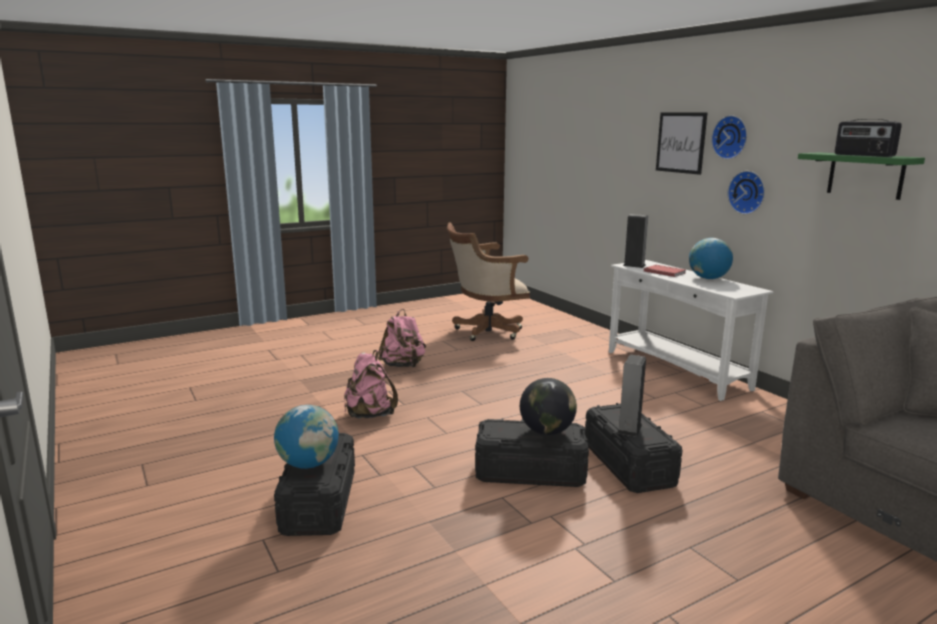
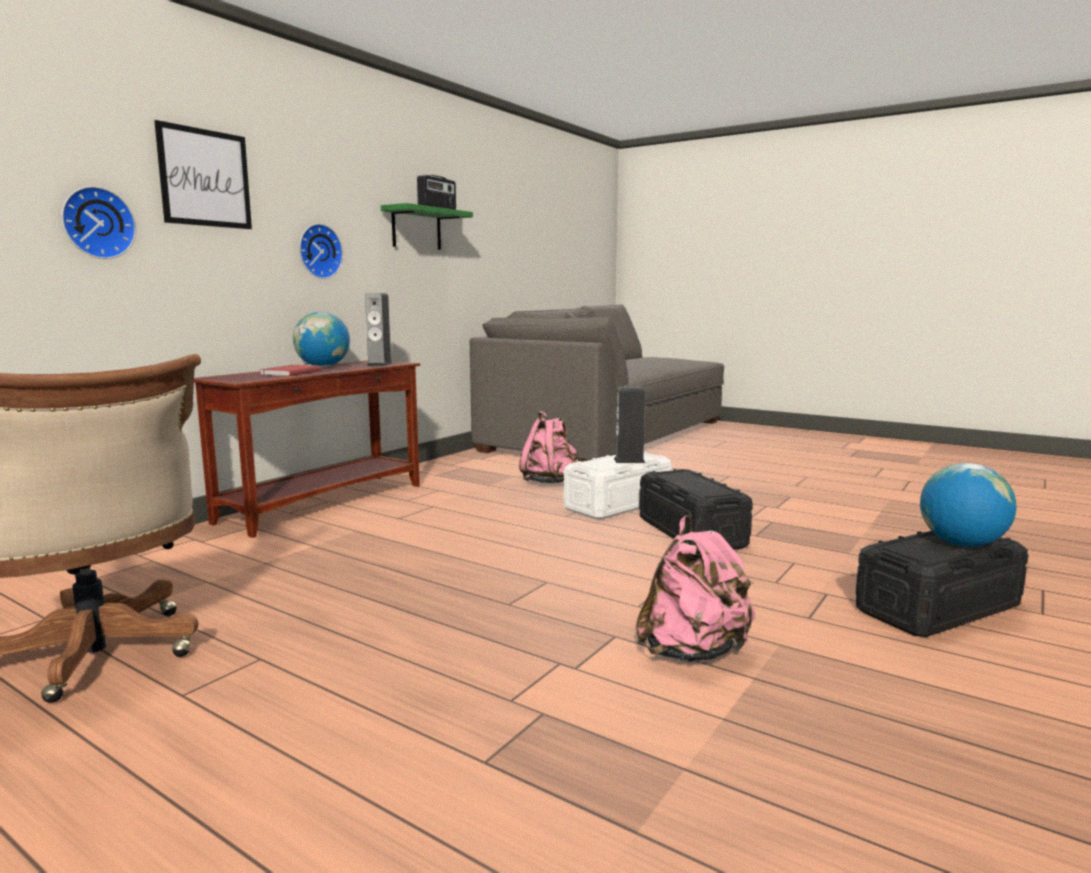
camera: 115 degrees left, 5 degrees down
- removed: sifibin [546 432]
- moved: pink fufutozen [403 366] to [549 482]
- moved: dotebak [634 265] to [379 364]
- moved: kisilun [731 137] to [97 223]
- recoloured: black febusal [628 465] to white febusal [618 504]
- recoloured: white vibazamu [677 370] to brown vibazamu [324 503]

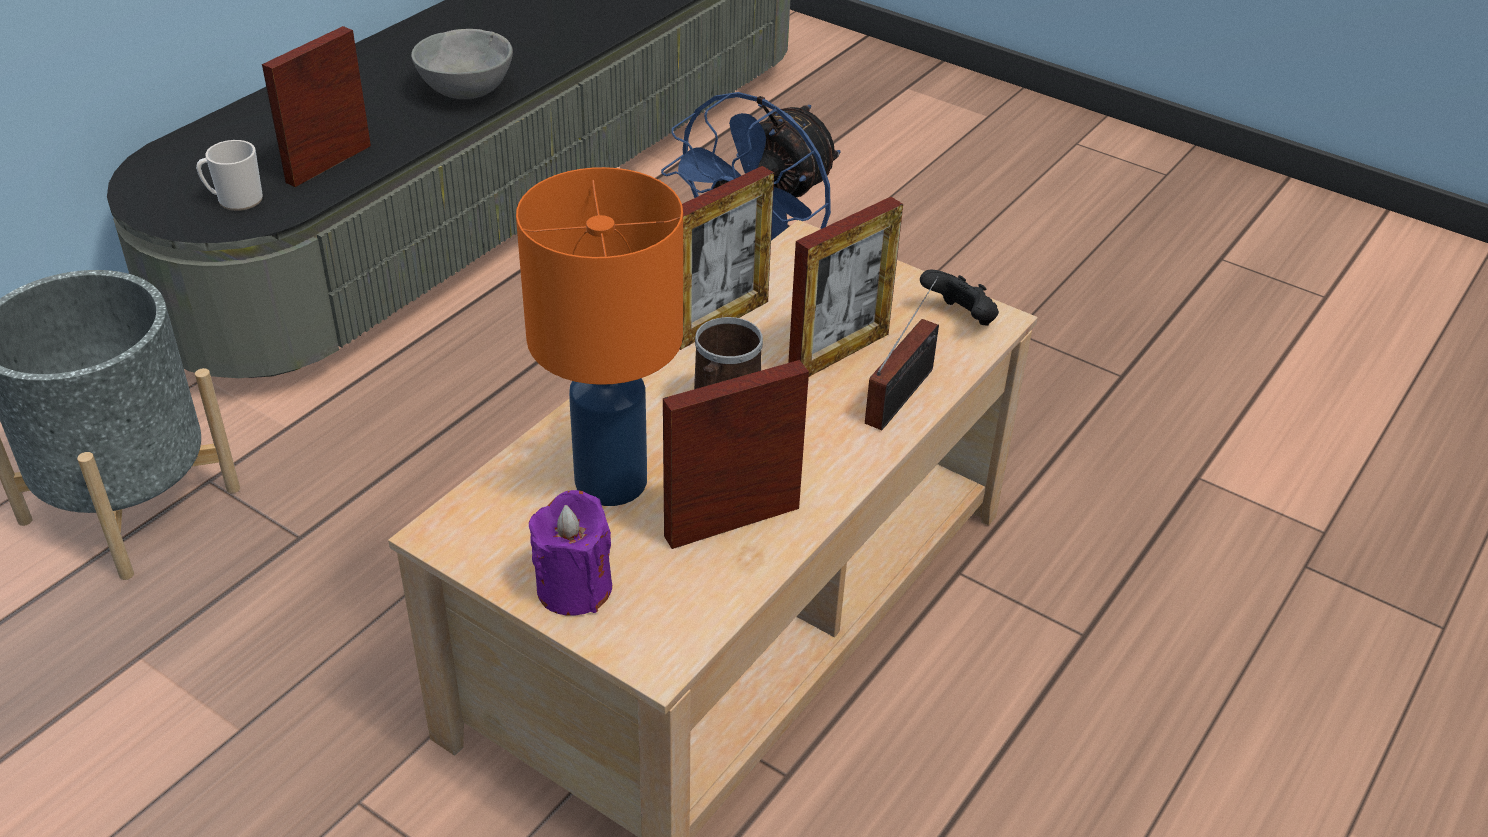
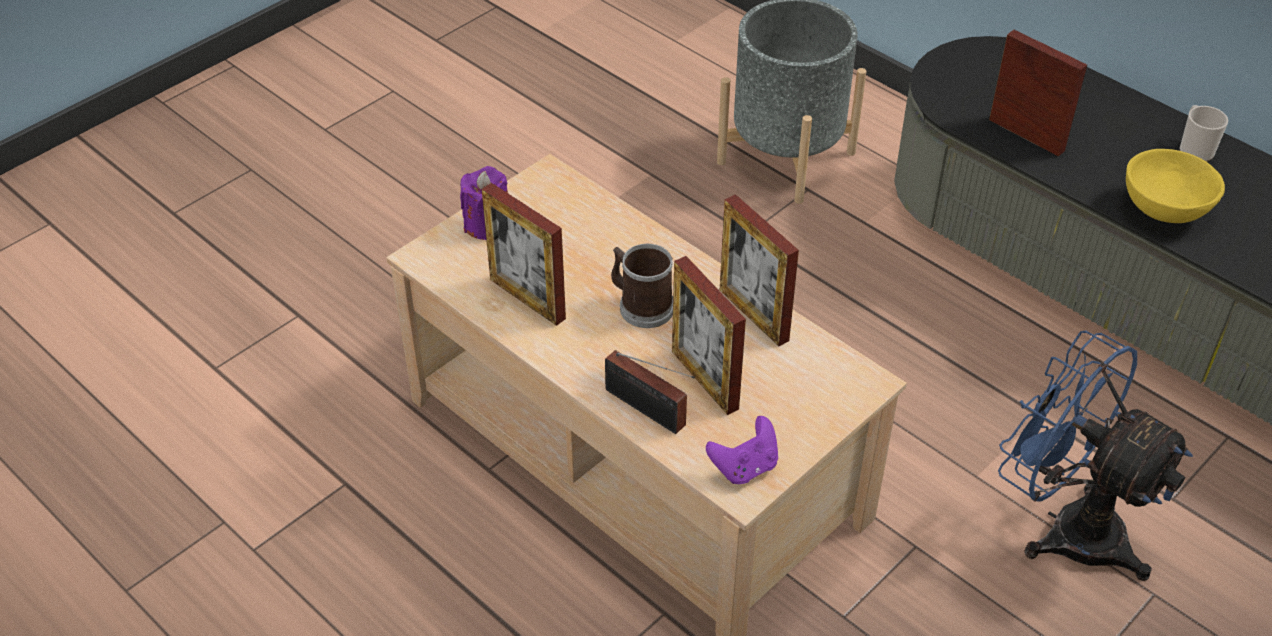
camera: 100 degrees right, 5 degrees up
- removed: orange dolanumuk [609 483]
- moved: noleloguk [235 200] to [1194 149]
- recoloured: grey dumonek [464 92] to yellow dumonek [1164 209]
- recoloured: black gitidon [960 319] to purple gitidon [744 467]
- turned: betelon [732 522] = [527 299] 150 degrees clockwise

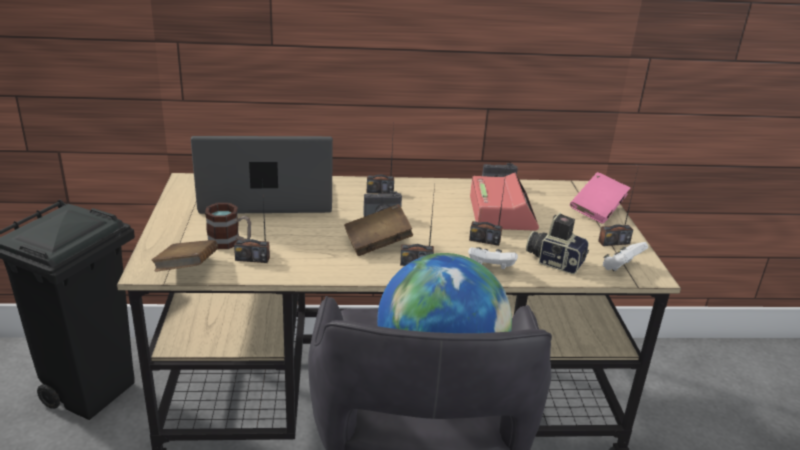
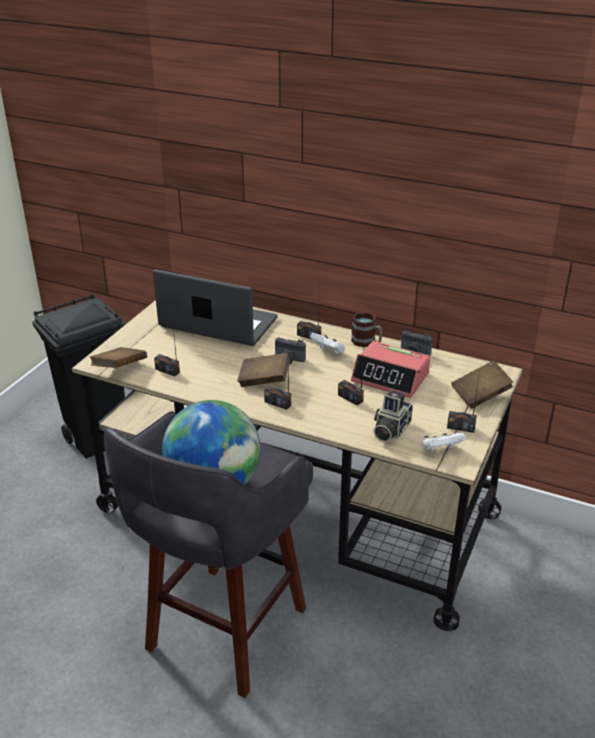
camera: 30 degrees right, 5 degrees up
- moved: noleloguk [230 243] to [367 342]
- moved: white gitidon [491 268] to [328 351]
- recoloured: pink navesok [597 210] to brown navesok [480 395]
- turned: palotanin [502 213] = [390 378] 90 degrees clockwise
- turned: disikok [554 261] = [389 430] 120 degrees counterclockwise

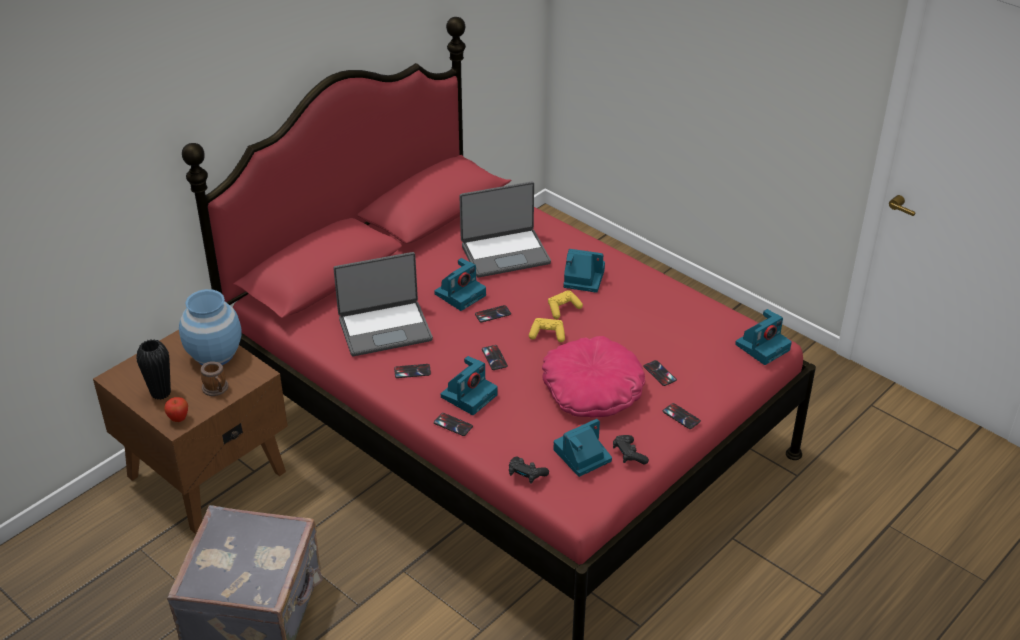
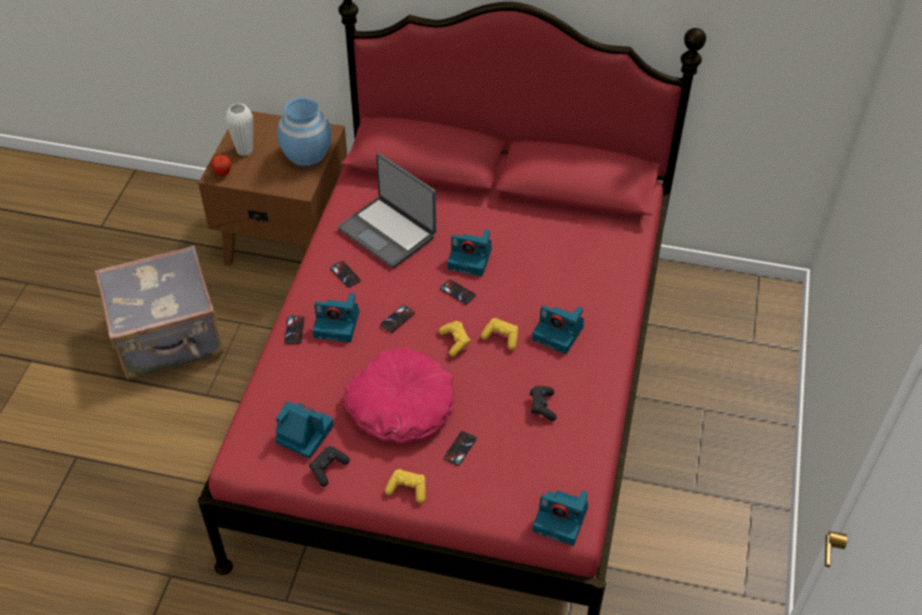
camera: 60 degrees right, 10 degrees up
- removed: noleloguk [216 389]
- removed: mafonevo [505 253]
- moved: black gitidon [526 474] to [542 406]
- replaced: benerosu [681 416] to yellow gitidon [407 489]
- recoloured: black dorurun [161 393] to white dorurun [245 150]
- turned: disikok [582 278] = [559 333] 135 degrees clockwise

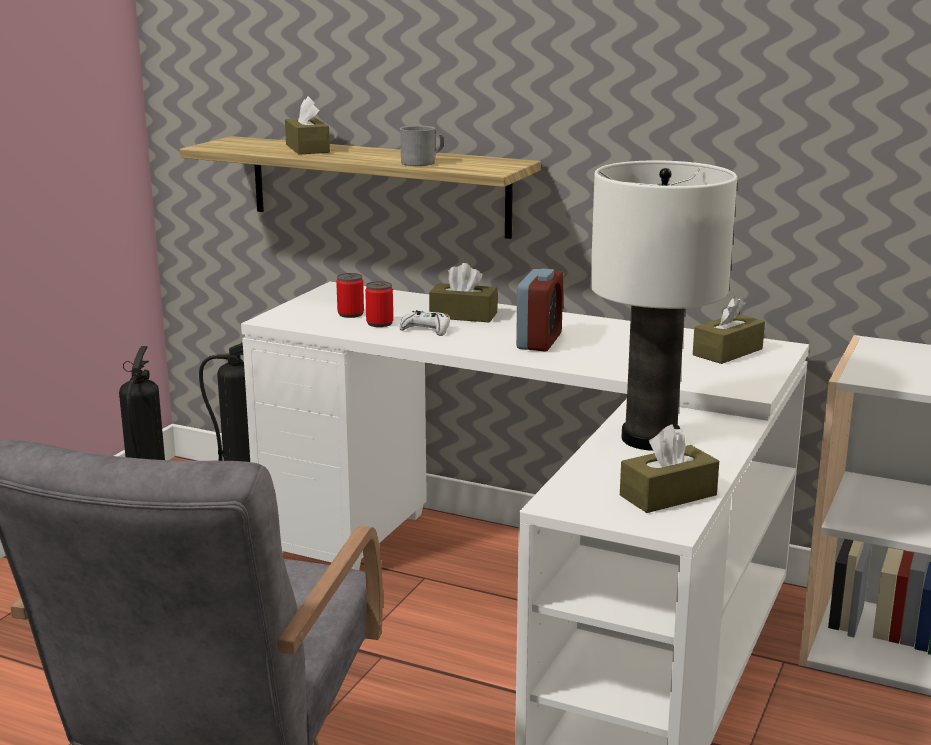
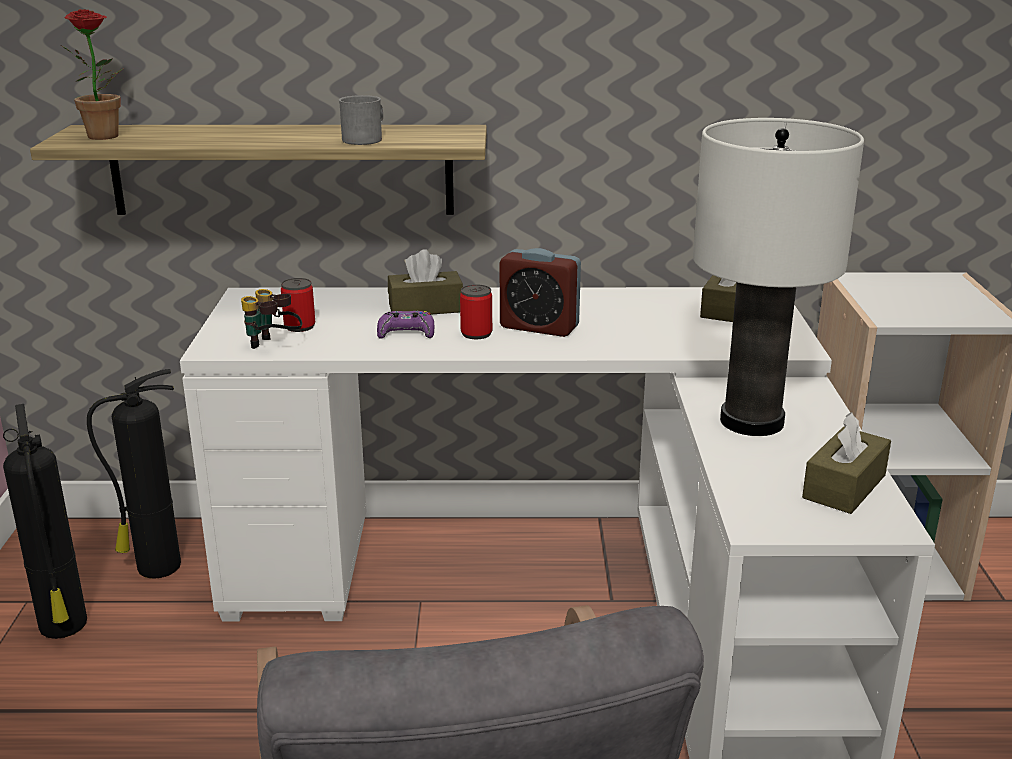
camera: 25 degrees left, 5 degrees up
- removed: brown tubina [307 148]
- added: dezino [107 137]
- added: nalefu [273 346]
- moved: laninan [379 323] to [476 334]
- recoloured: white gitidon [426 330] to purple gitidon [406 333]
- turned: palotanin [539 341] = [539 327] 120 degrees clockwise

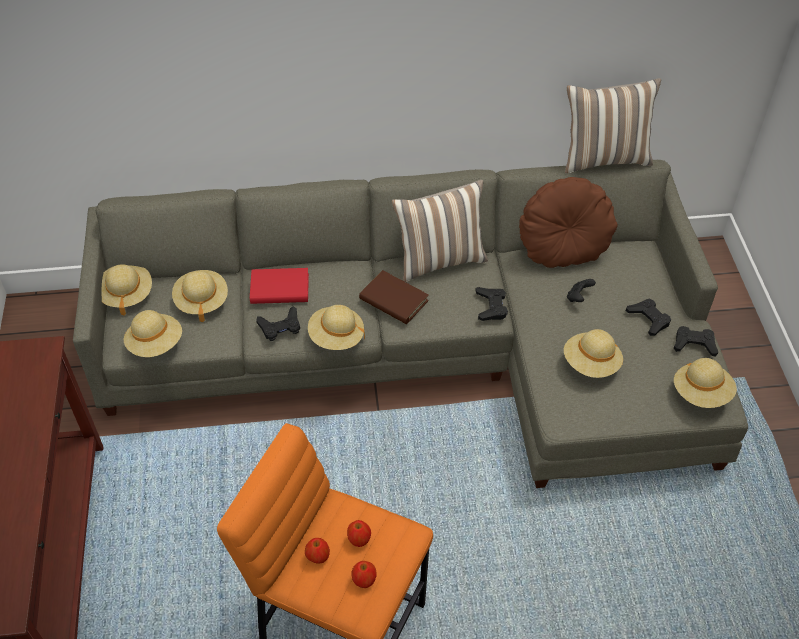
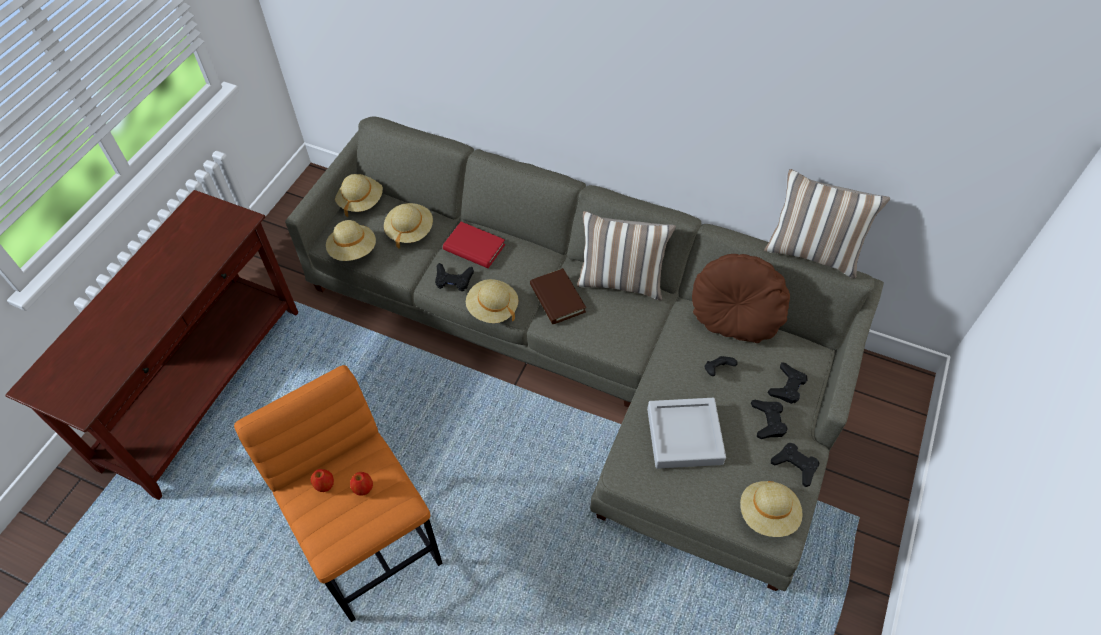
camera: 30 degrees right, 5 degrees up
- removed: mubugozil [364 580]
- moved: black gitidon [491 306] to [787 386]
- replaced: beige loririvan [591 364] to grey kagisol [684 436]

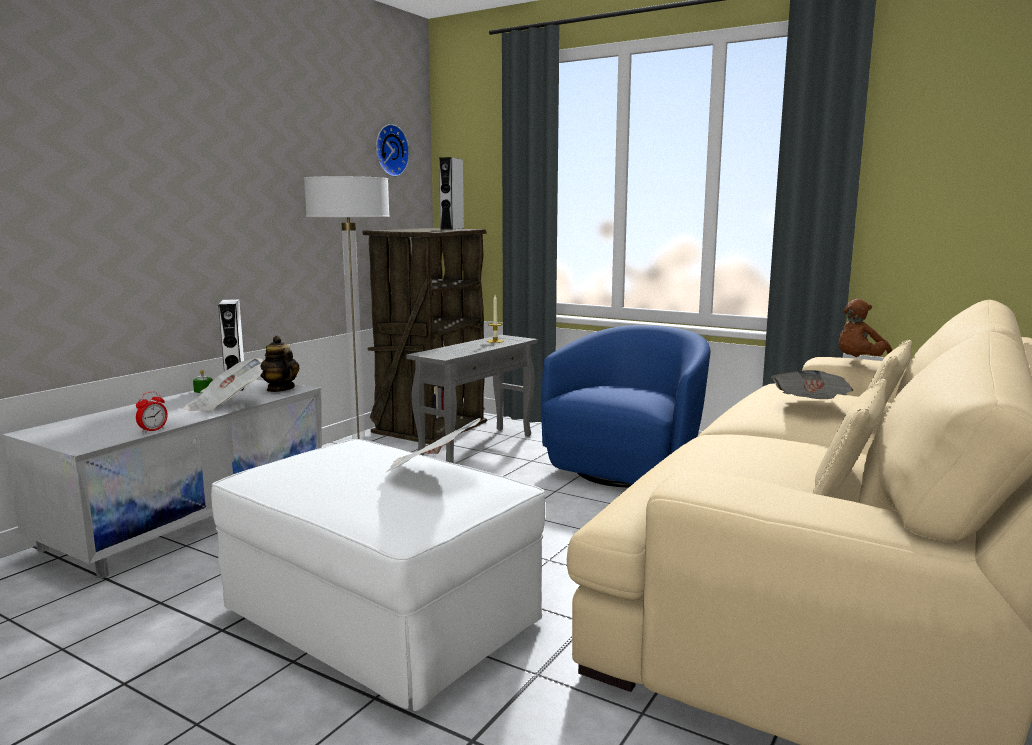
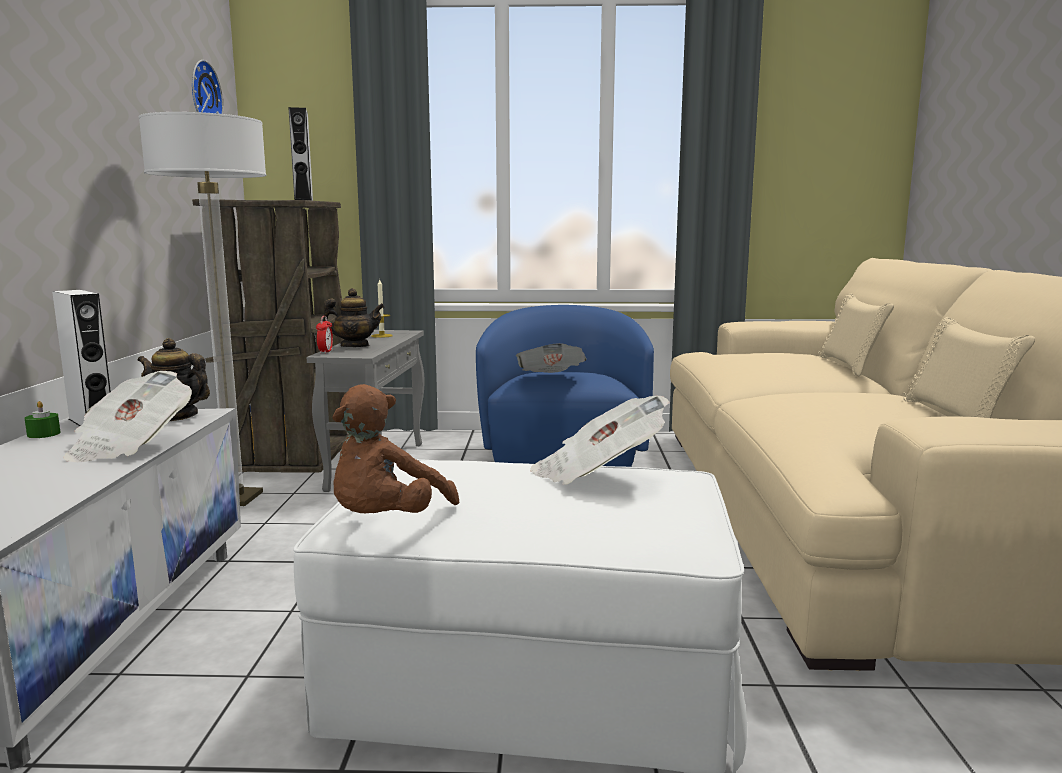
camera: 30 degrees left, 0 degrees up
- added: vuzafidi [354 346]
- moved: palotanin [153 430] to [325 352]
- moved: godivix [810 406] to [551 379]
- moved: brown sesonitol [859 363] to [387 521]

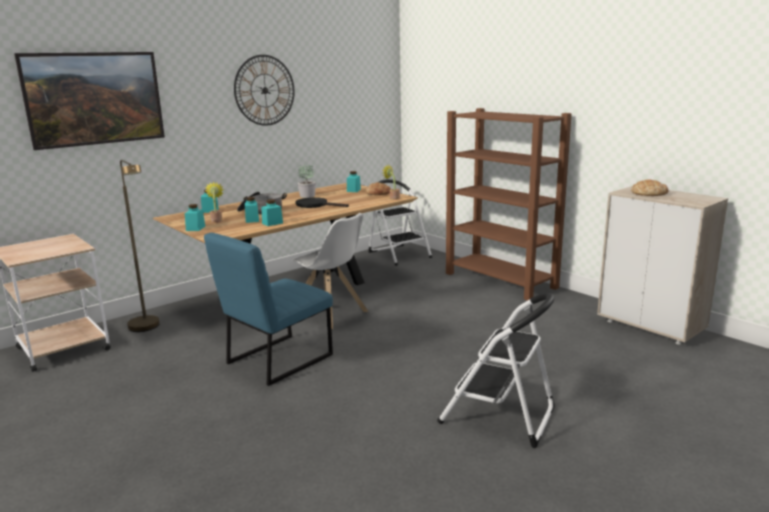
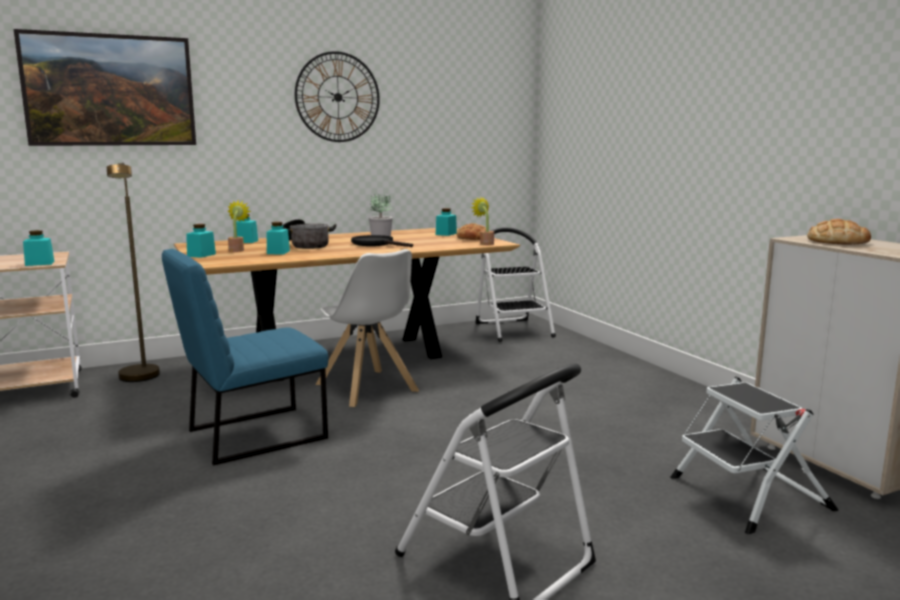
camera: 15 degrees right, 5 degrees down
- removed: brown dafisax [500 280]
- added: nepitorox [750 495]
- moved: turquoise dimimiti [272 223] to [40 263]

